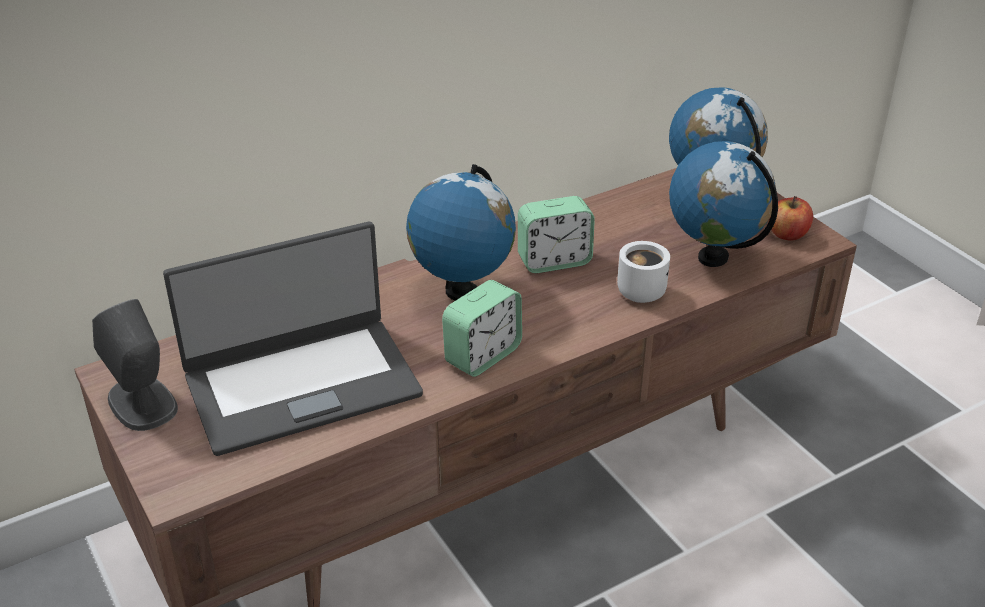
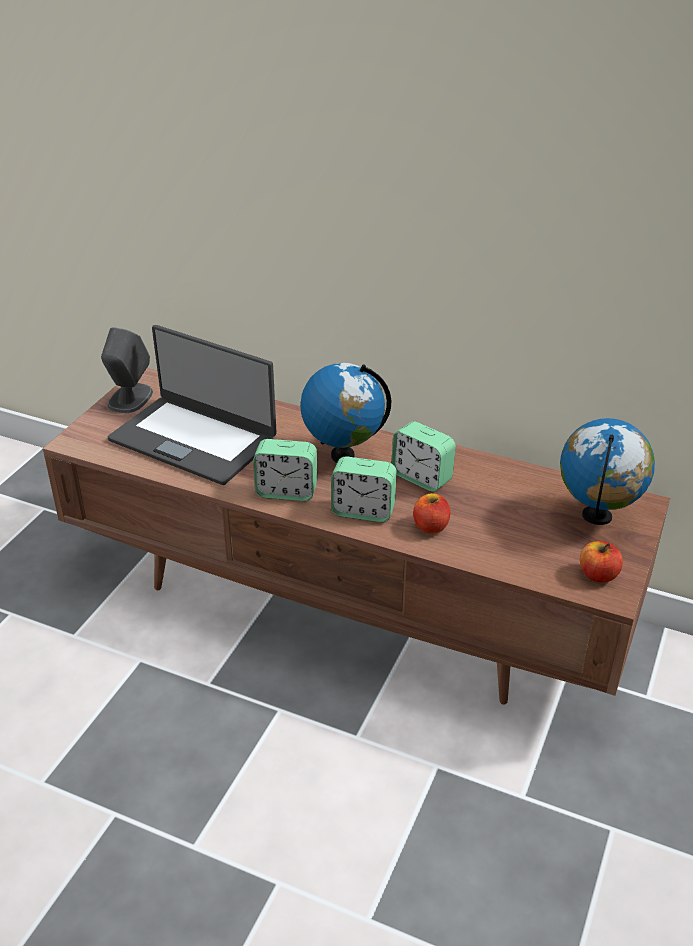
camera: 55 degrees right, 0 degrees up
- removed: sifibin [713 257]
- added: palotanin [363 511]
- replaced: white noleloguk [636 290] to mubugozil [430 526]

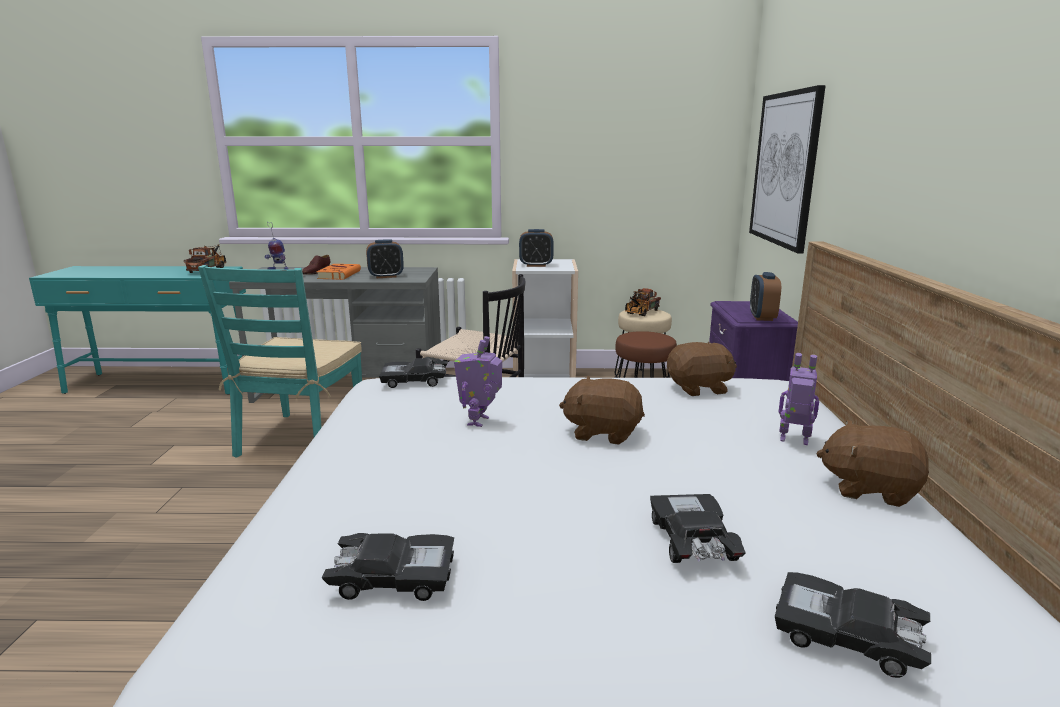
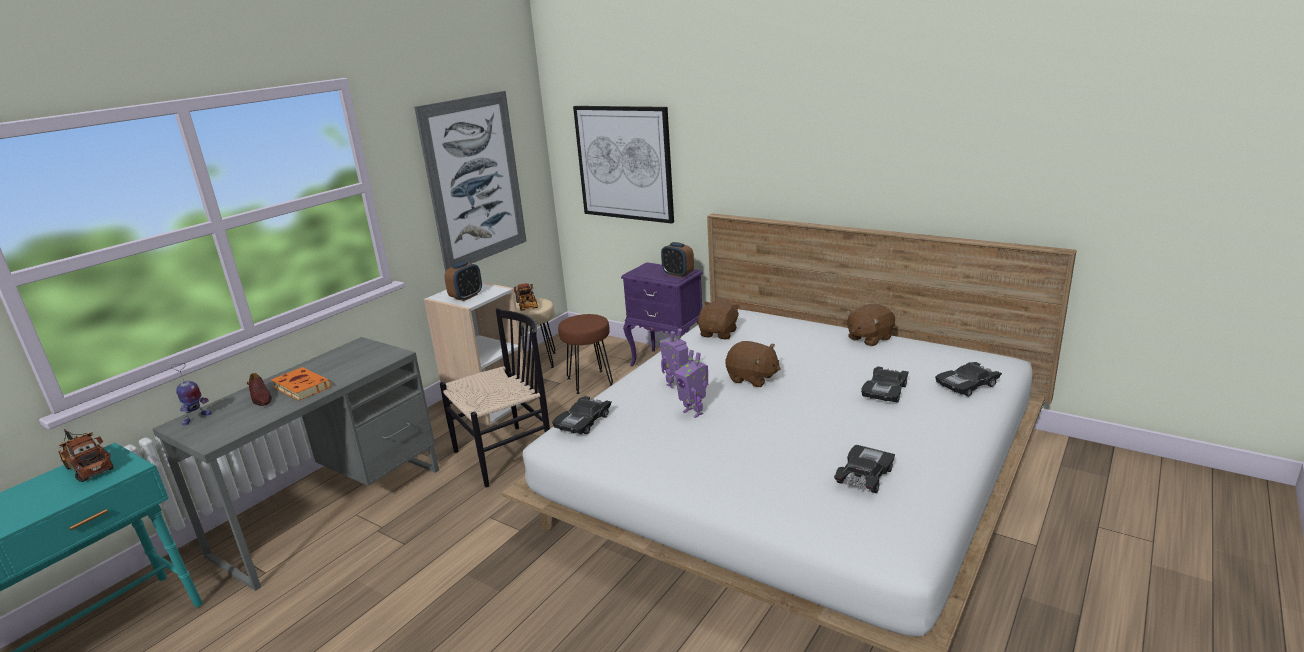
camera: 55 degrees left, 5 degrees up
- removed: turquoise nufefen [301 438]
- removed: palotanin [386 276]
- added: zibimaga [474 180]
- moved: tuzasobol [794 440] to [676 384]
- turned: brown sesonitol [602 432] = [752 378] 105 degrees counterclockwise
- turned: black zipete [692 540] = [885 391] 90 degrees counterclockwise

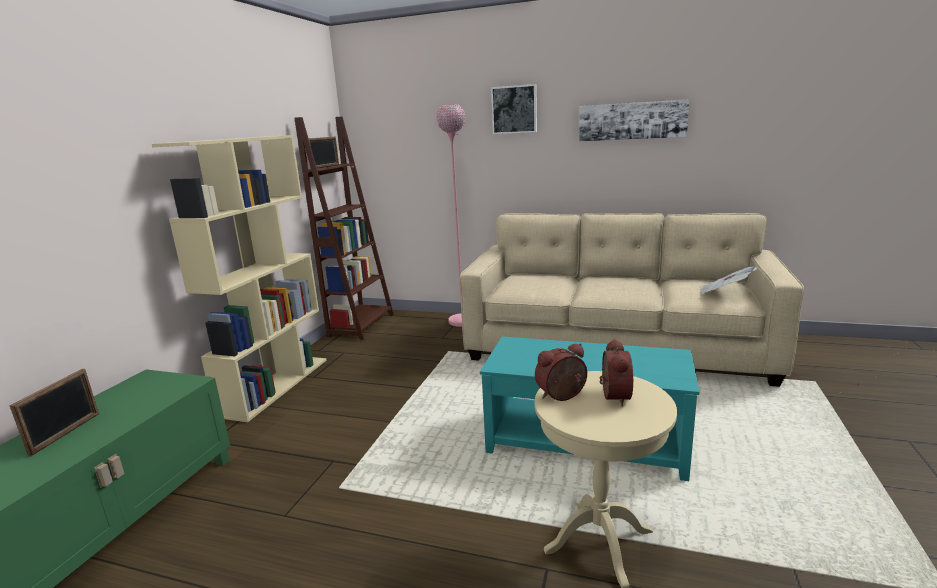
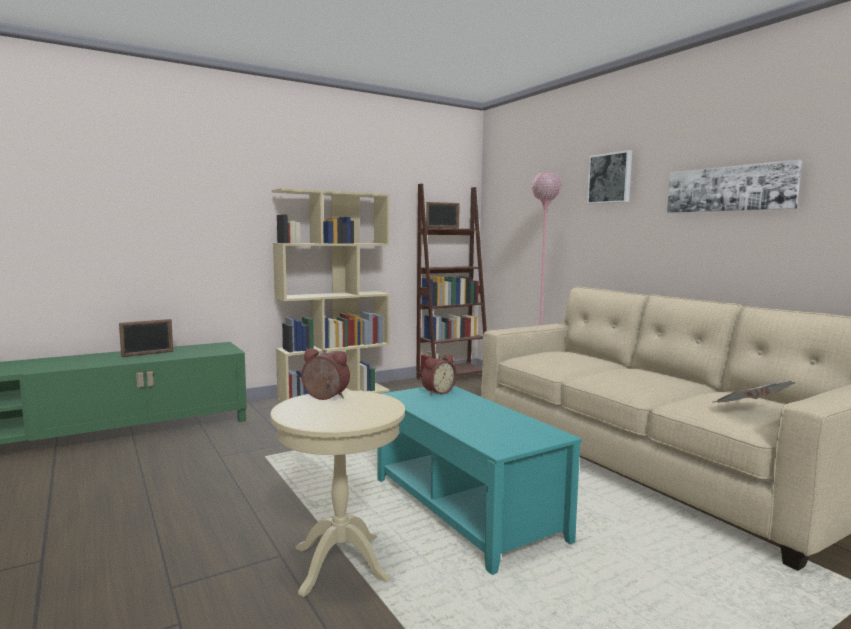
camera: 40 degrees right, 10 degrees down
- moved: palotanin [612 396] to [437 392]

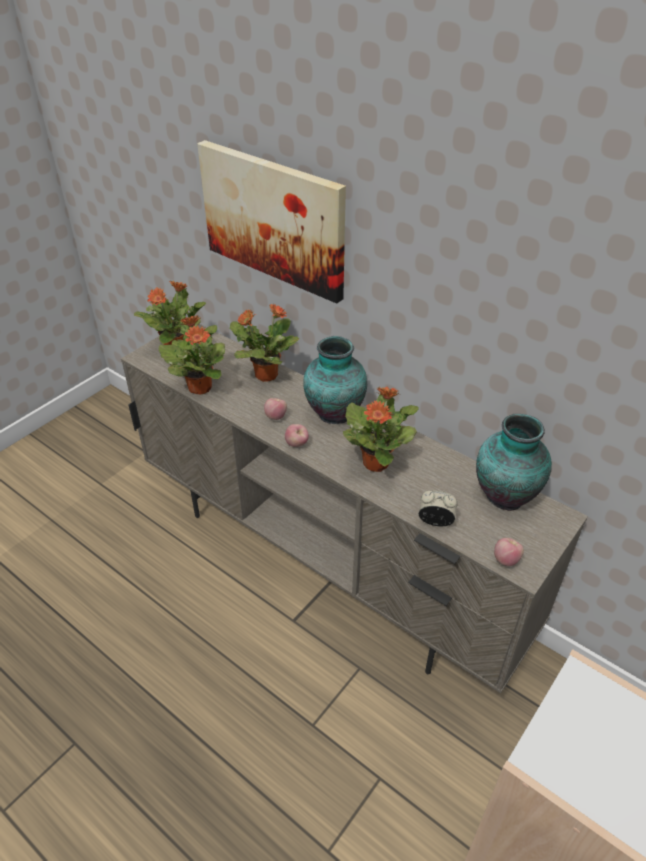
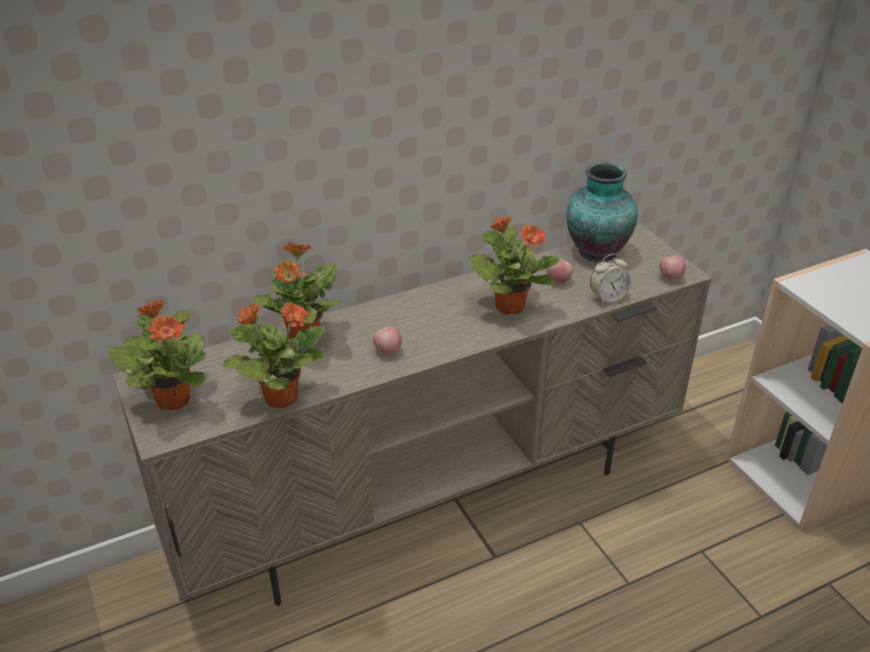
camera: 65 degrees left, 5 degrees down
- removed: zibimaga [274 219]
- removed: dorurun [334 412]
- moved: mubugozil [297 444] to [558 281]
- turned: palotanin [435 521] = [608 297] 150 degrees counterclockwise

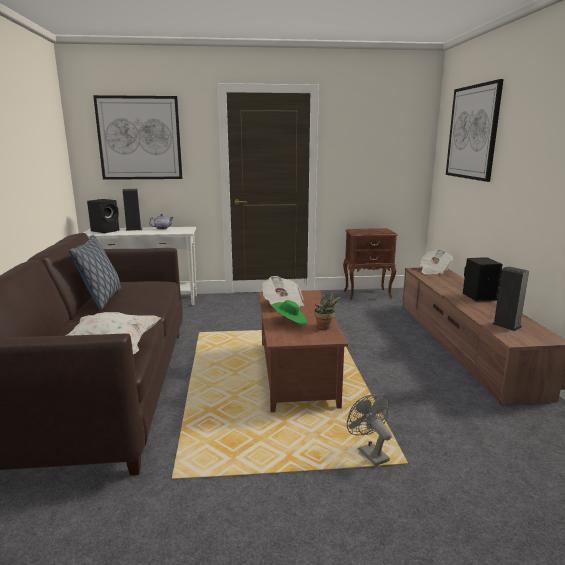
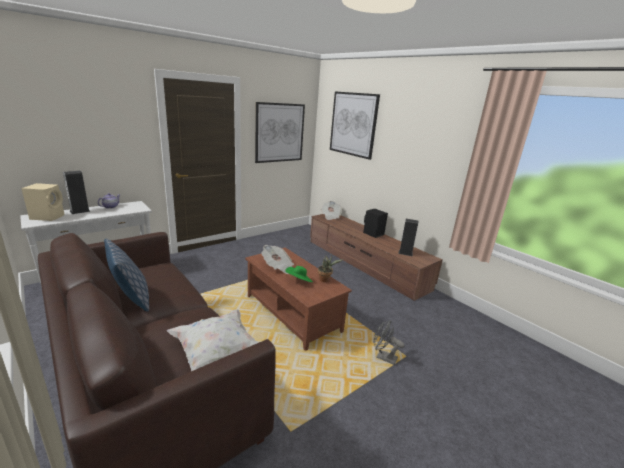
camera: 35 degrees left, 5 degrees up
- removed: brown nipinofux [367 294]
- moved: zibimaga [139 138] to [279 133]
- recoloured: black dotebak [106 230] to beige dotebak [48 217]

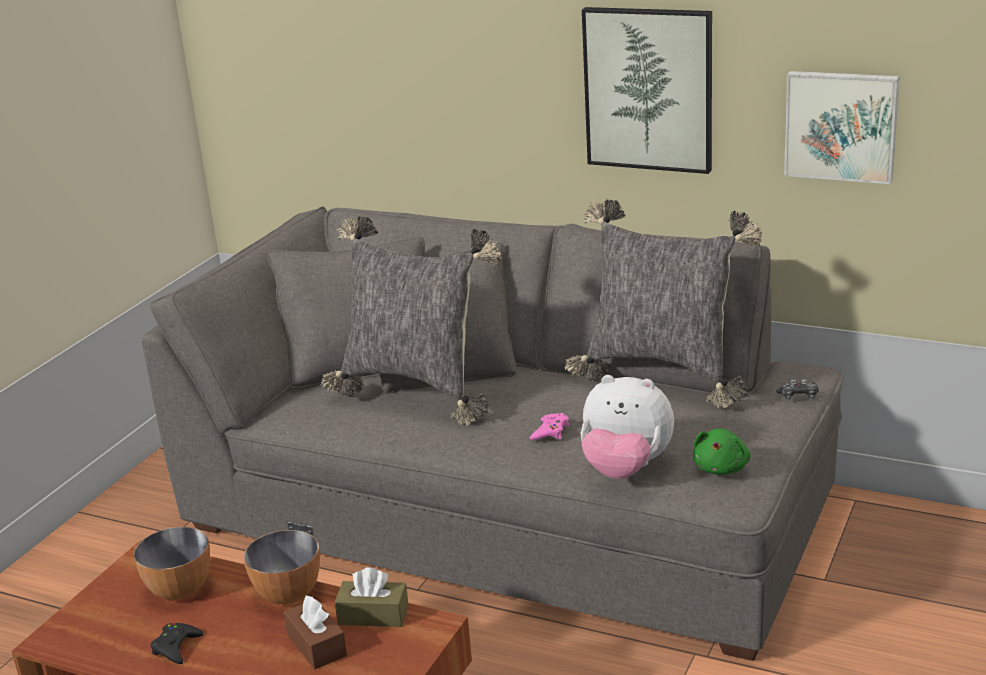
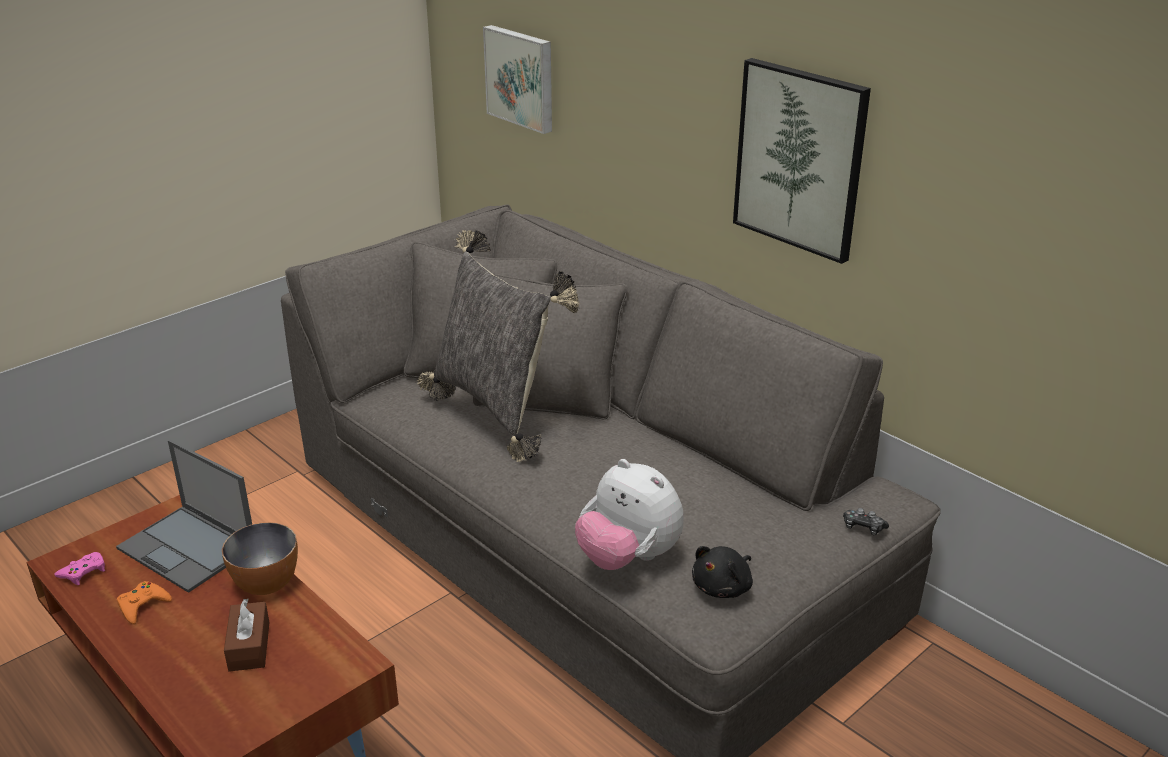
camera: 20 degrees right, 5 degrees up
- removed: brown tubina [373 615]
- removed: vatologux [664 382]
- moved: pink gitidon [550 431] to [83 572]
- moved: zibimaga [841 125] to [521 78]
- replaced: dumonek [180 590] to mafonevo [188 548]
- recoloured: black gitidon [176 647] to orange gitidon [142 605]
- recoloured: green sesonitol [722 468] to black sesonitol [723 587]

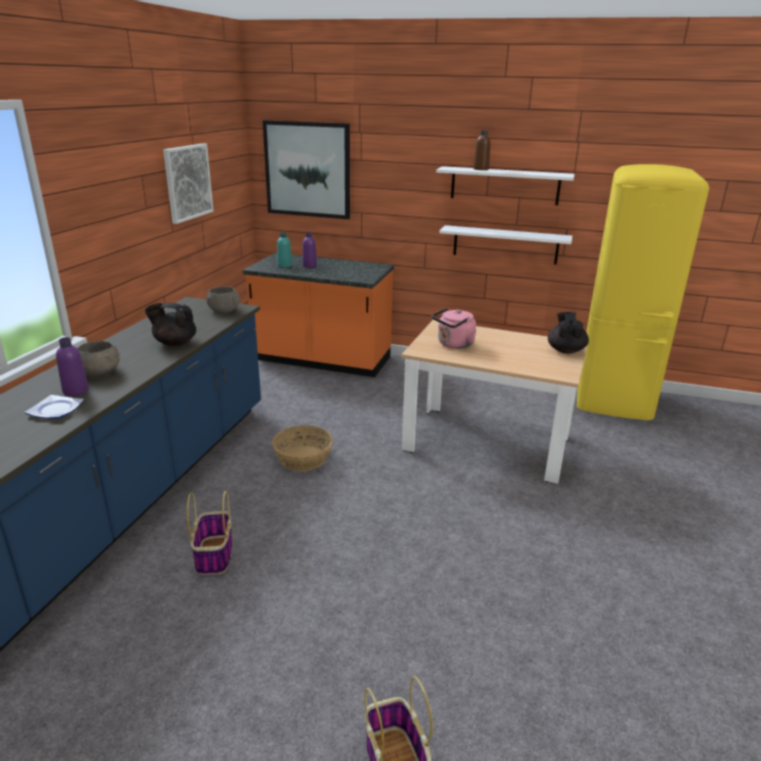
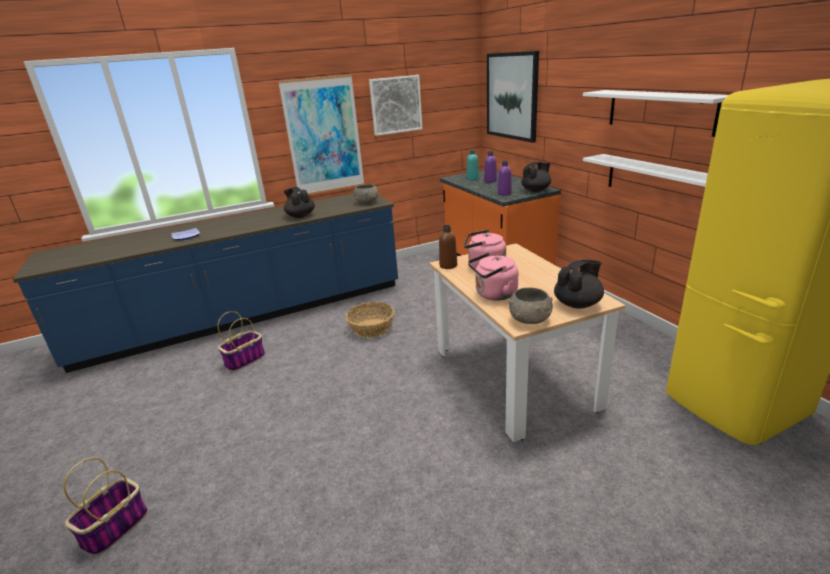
camera: 50 degrees right, 0 degrees up
- added: zibimaga [324 136]
- added: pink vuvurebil [494 295]
- added: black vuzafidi [536 190]
- moved: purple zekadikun [75 390] to [504 193]
- moved: grey dumonek [100 372] to [530 319]
- moved: brown zekadikun [481 169] to [448 265]

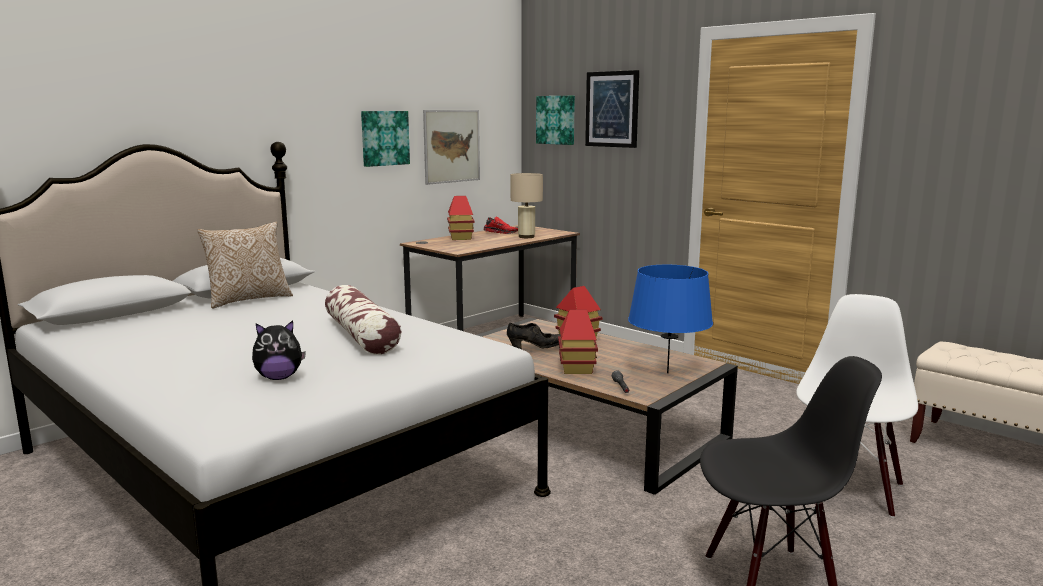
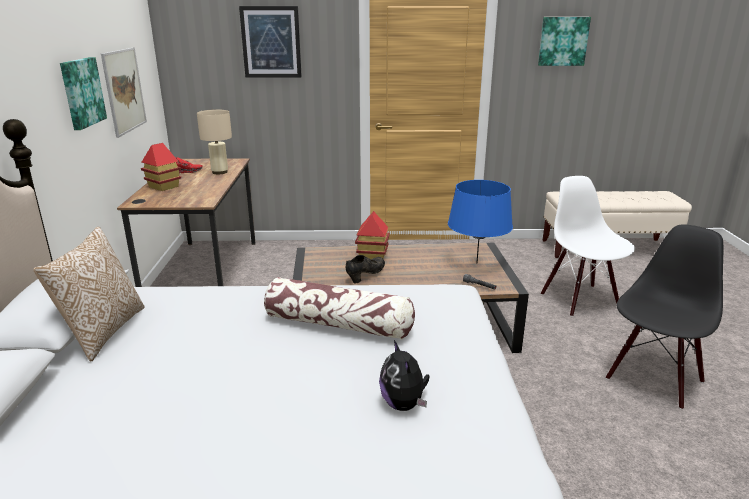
camera: 45 degrees left, 10 degrees up
- removed: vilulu [577 368]
- moved: zibimaga [556 120] to [563 41]
- turned: sesonitol [279 377] = [404 404] 135 degrees clockwise

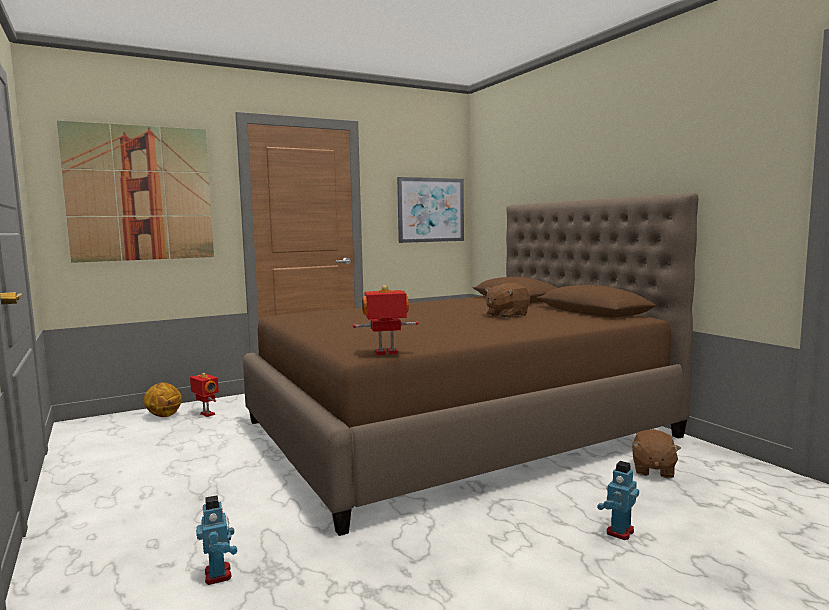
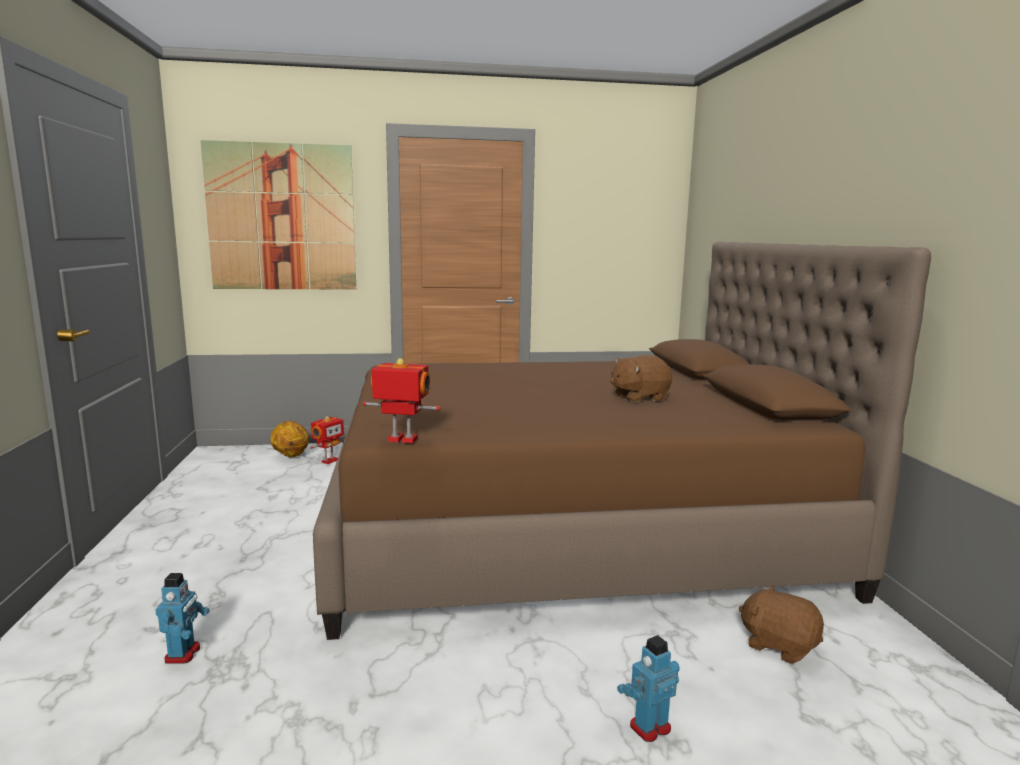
camera: 20 degrees right, 5 degrees up
- removed: zibimaga [431 210]
- turned: tuzasobol [206 414] = [329 461] 60 degrees clockwise
- turned: brown sesonitol [653 470] = [779 645] 90 degrees clockwise

